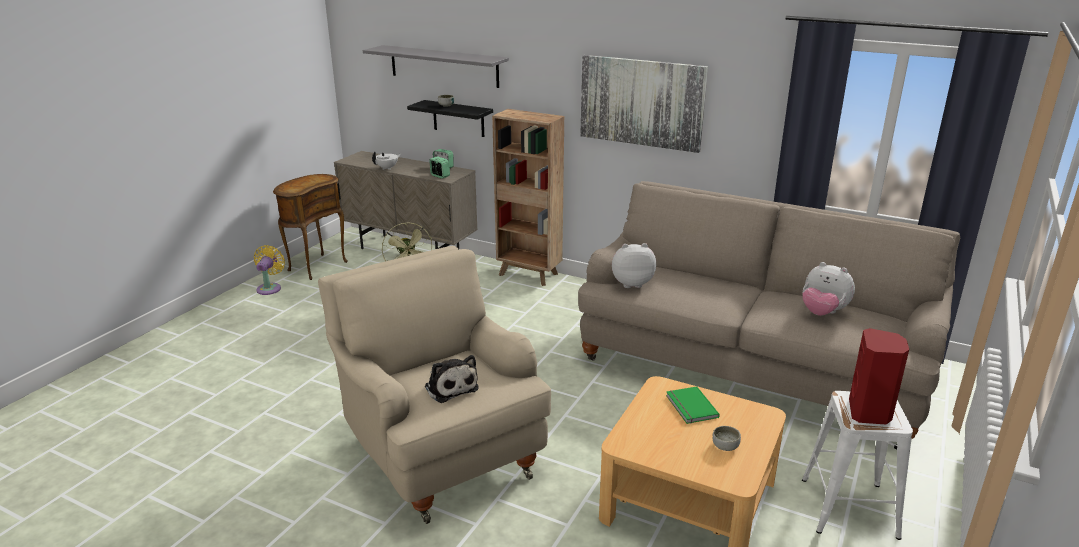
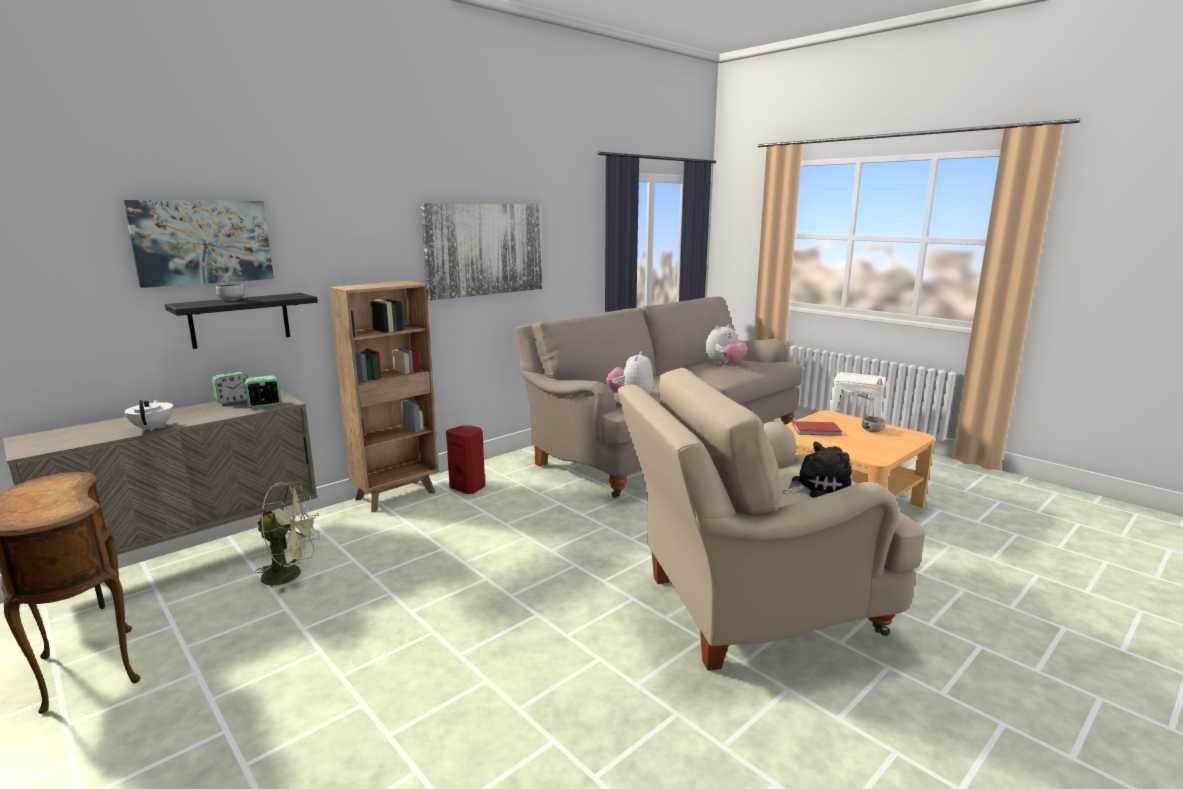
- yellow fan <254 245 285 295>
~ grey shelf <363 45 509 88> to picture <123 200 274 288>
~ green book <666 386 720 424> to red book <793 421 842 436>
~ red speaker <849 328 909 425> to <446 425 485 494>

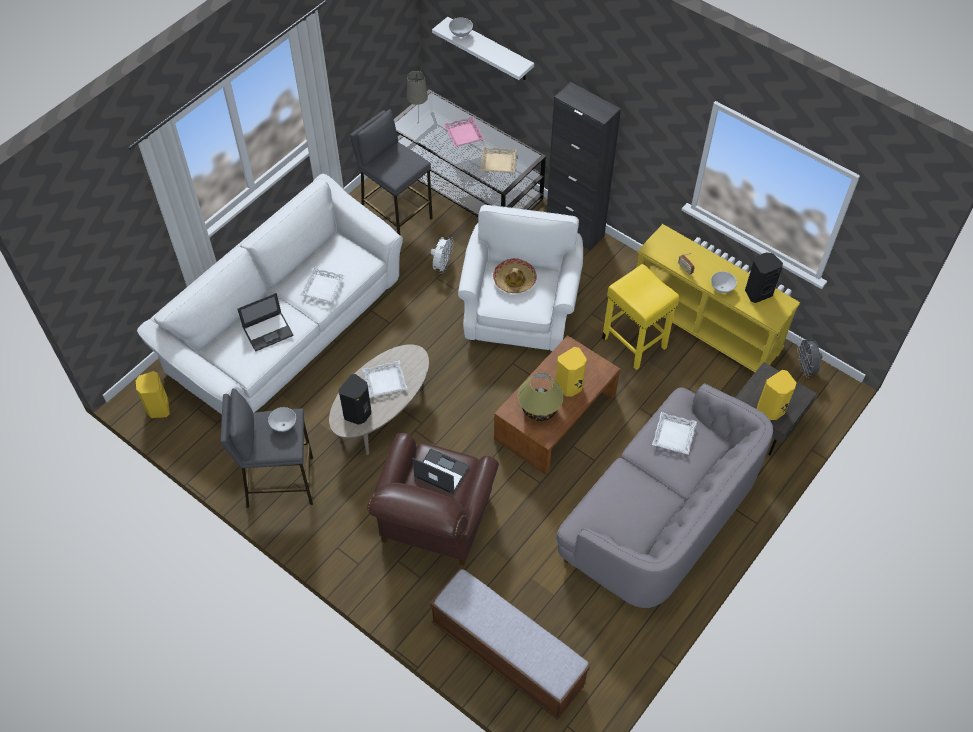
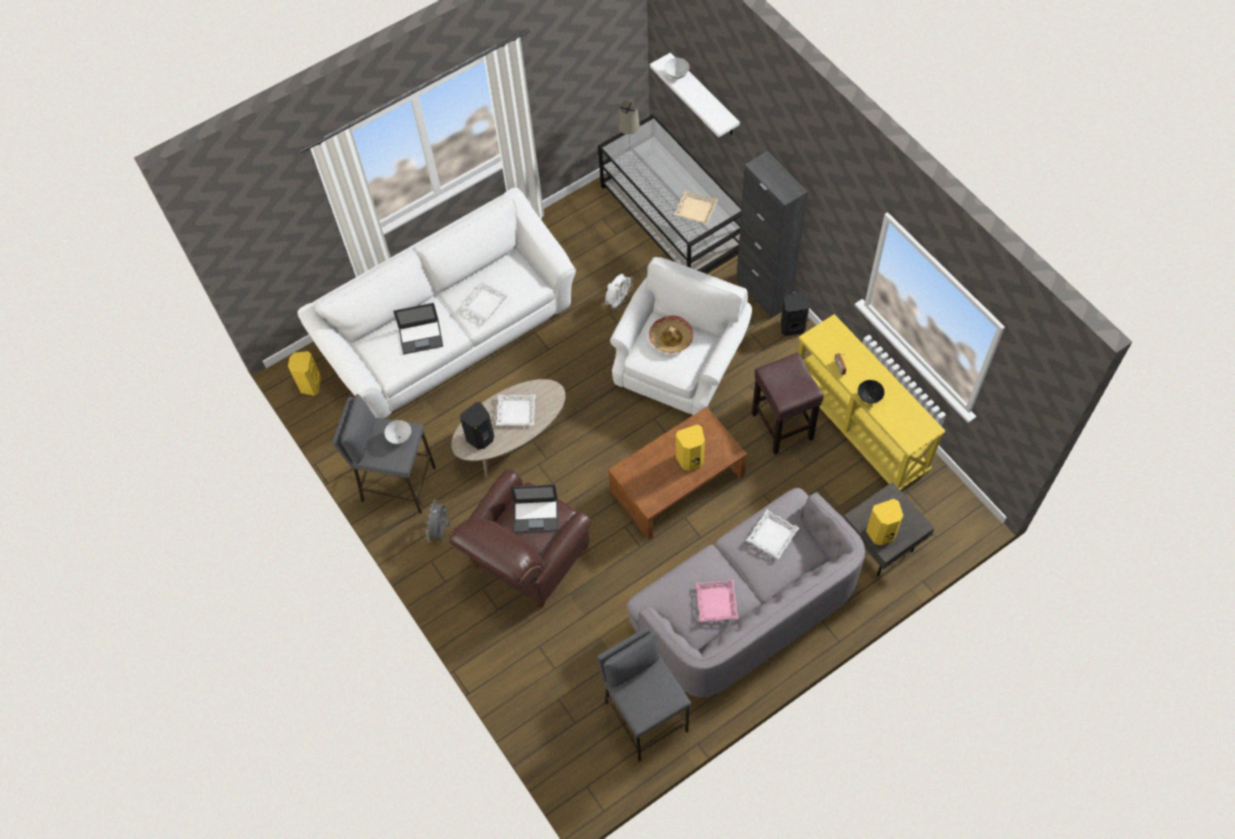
~ grey stool <350 109 433 236> to <597 627 691 762>
~ laptop <412 448 470 494> = <511 485 558 533> 135 degrees clockwise
- bench <430 569 590 720>
~ pink tray <444 117 484 147> to <695 580 738 622>
- table lamp <518 373 564 421>
~ yellow stool <602 264 680 370> to brown stool <752 353 824 455>
~ white bowl <711 271 737 293> to black bowl <858 380 885 404>
~ black speaker <745 252 783 303> to <781 292 809 336>
~ grey fan <797 337 822 378> to <426 500 451 542>

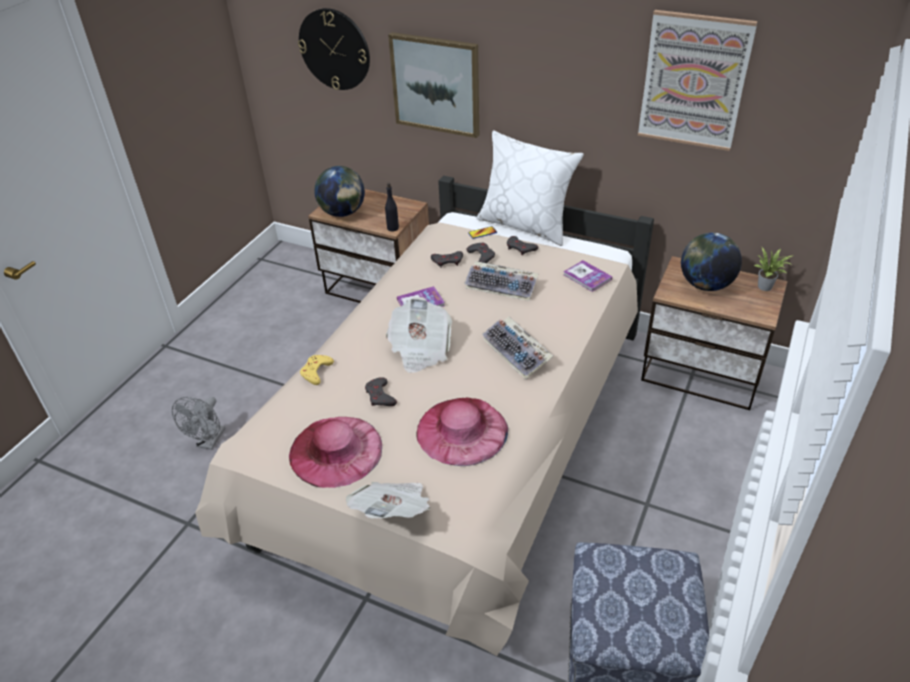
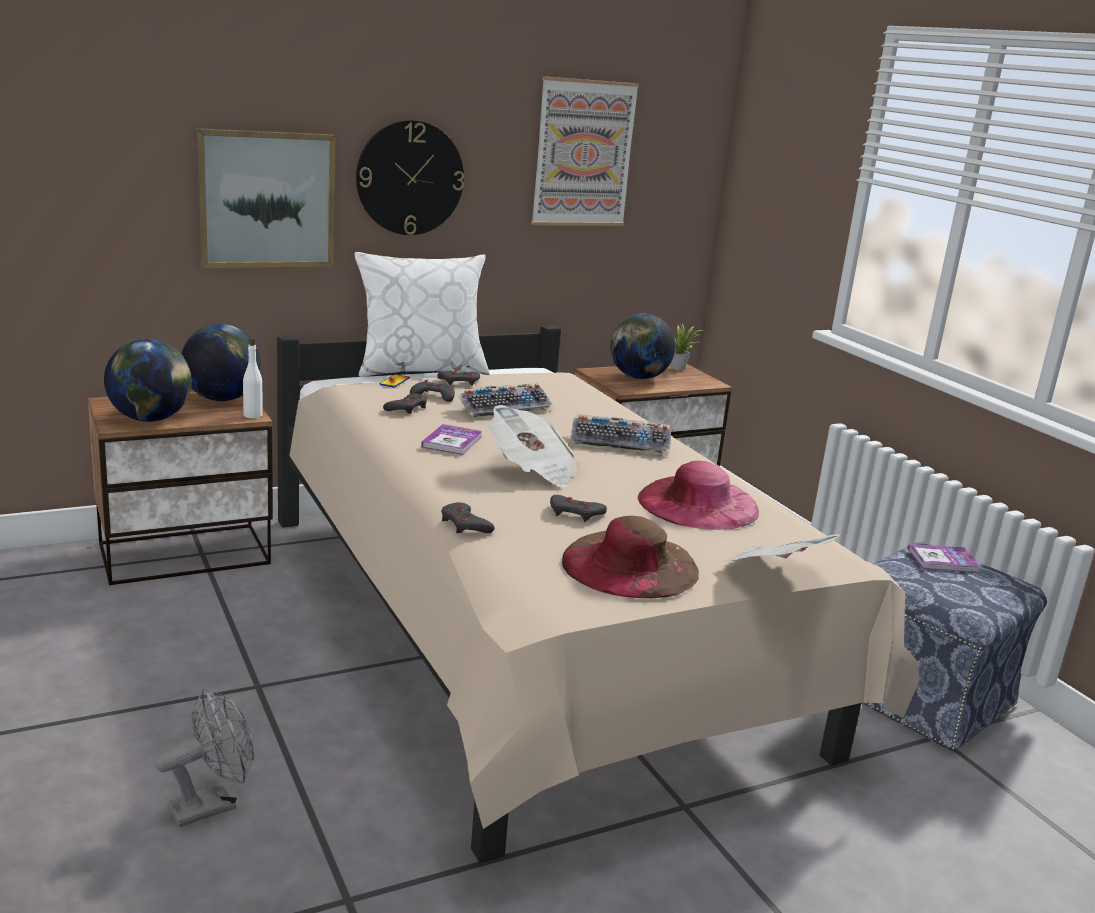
~ grey fan <172 397 226 450> = <155 688 254 827> 90 degrees counterclockwise
~ pink hat <289 417 382 488> to brown hat <562 516 699 598>
~ wall clock <298 8 370 90> to <356 120 464 235>
~ yellow game controller <300 355 334 385> to grey game controller <441 502 495 533>
~ black bottle <385 182 399 231> to white bottle <243 338 263 418>
~ book <563 260 612 292> to <907 544 982 572>
+ globe <182 324 261 401>

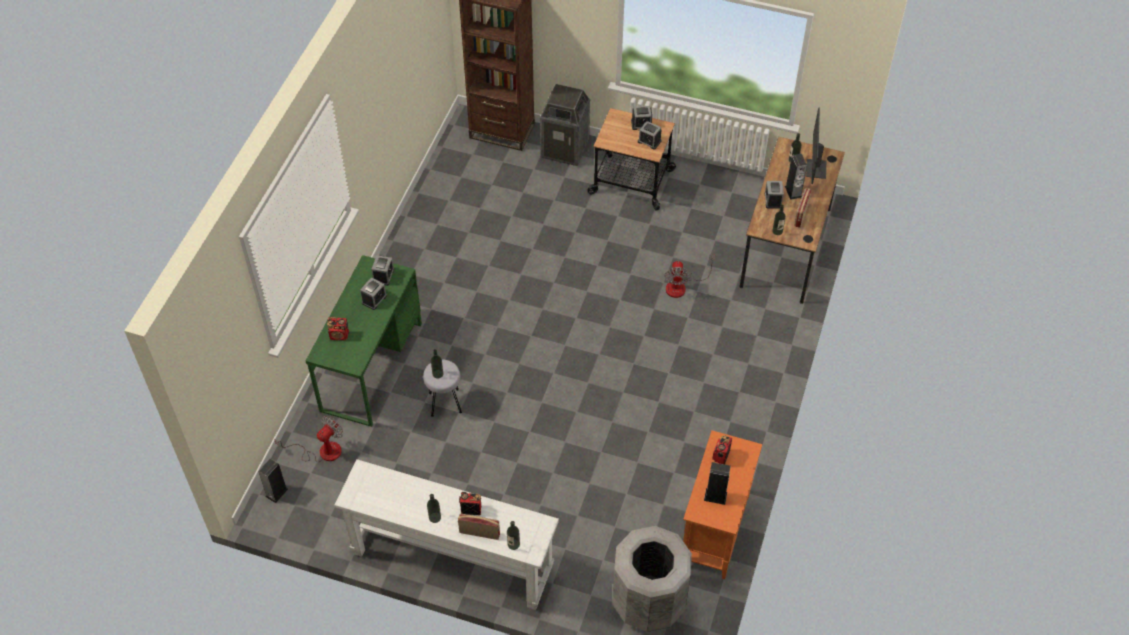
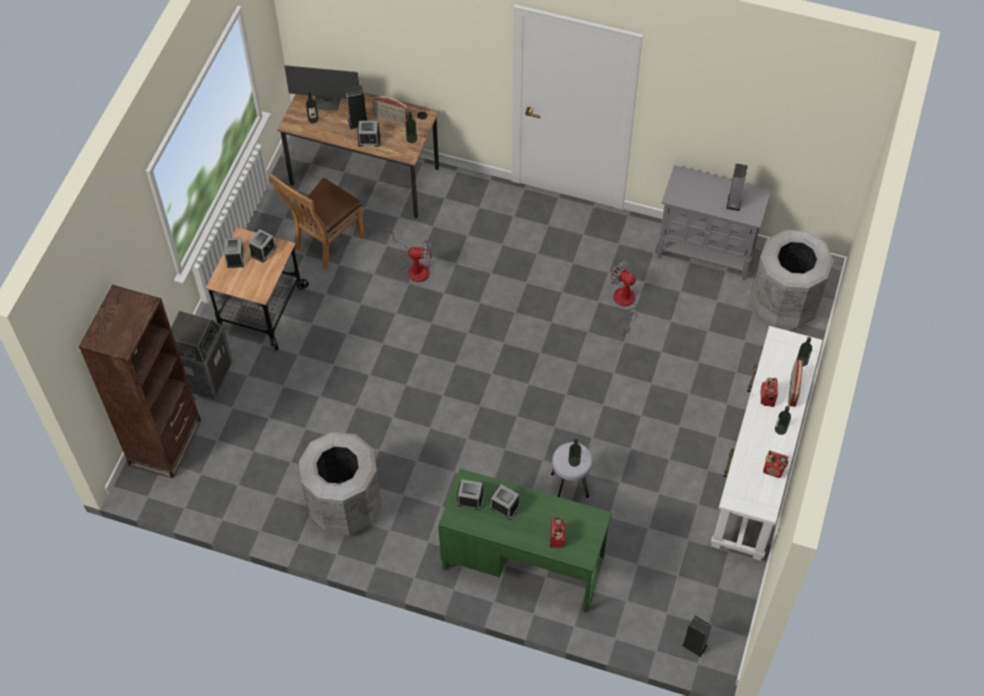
~ fan <274 416 343 463> to <610 261 638 336>
~ orange cabinet <683 431 762 579> to grey cabinet <657 165 771 281>
~ radio <712 435 732 464> to <763 450 788 478>
+ brown chair <268 173 365 269>
+ grey trash can <299 432 382 535>

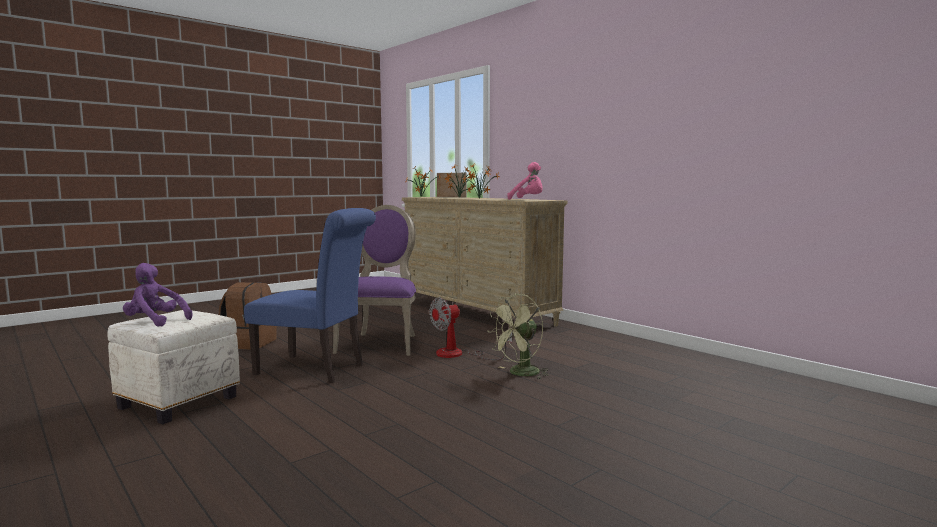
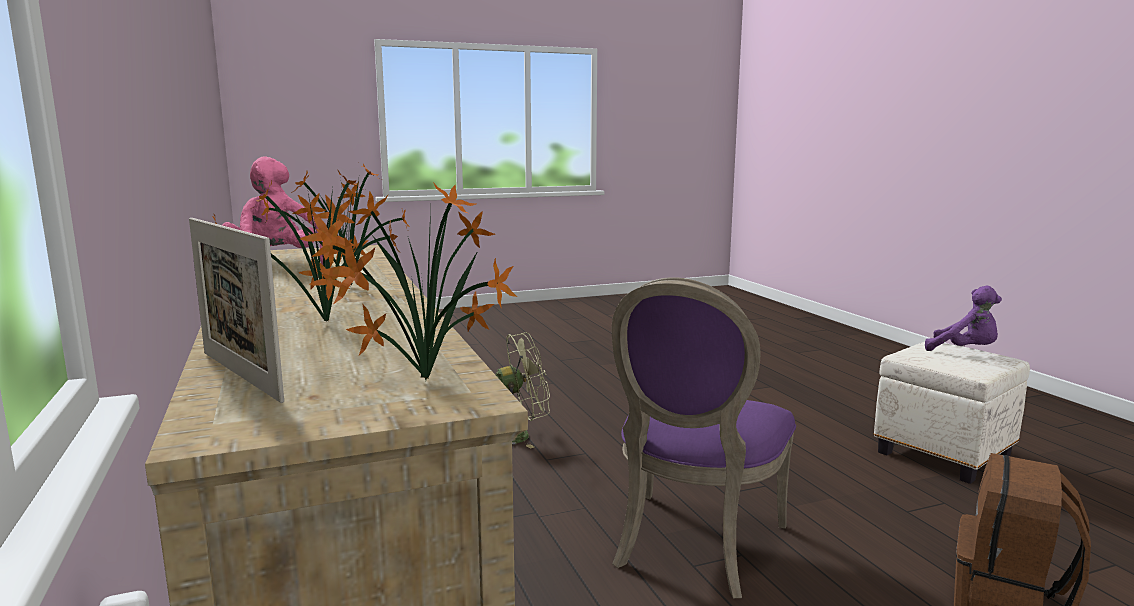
- blue chair <244 208 376 383>
- fan <429 297 512 360>

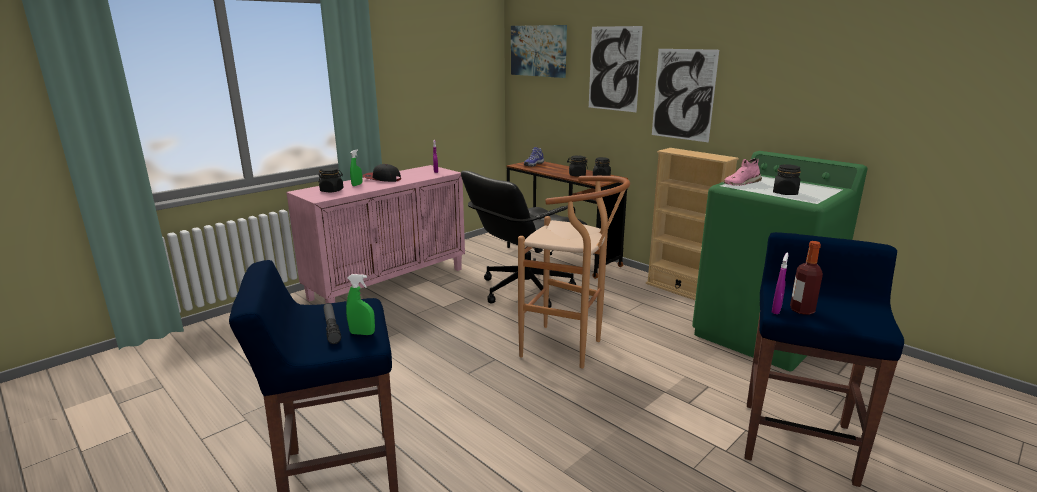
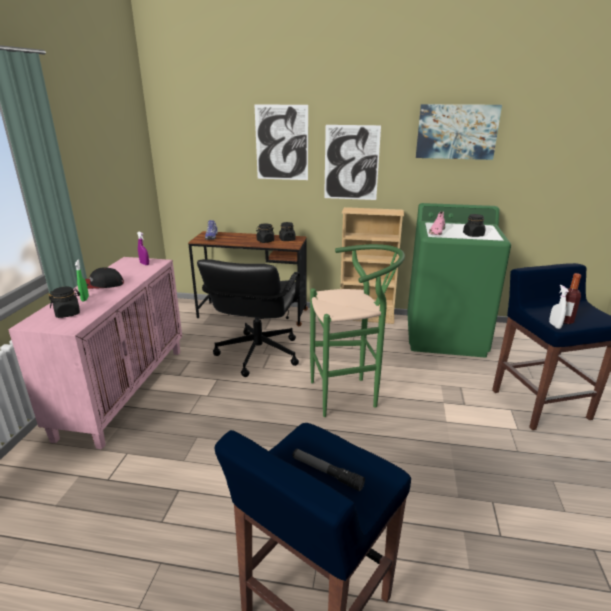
- green spray bottle <346 274 375 335>
~ picture <511 25 567 78> to <416 104 502 160>
~ brown stool <518 176 630 368> to green stool <310 244 405 417>
~ purple spray bottle <772 253 789 314> to white spray bottle <549 285 569 329>

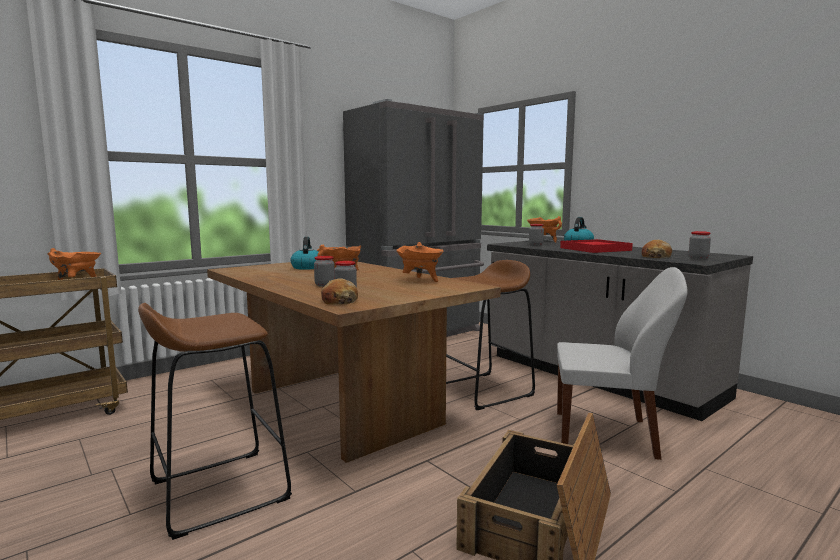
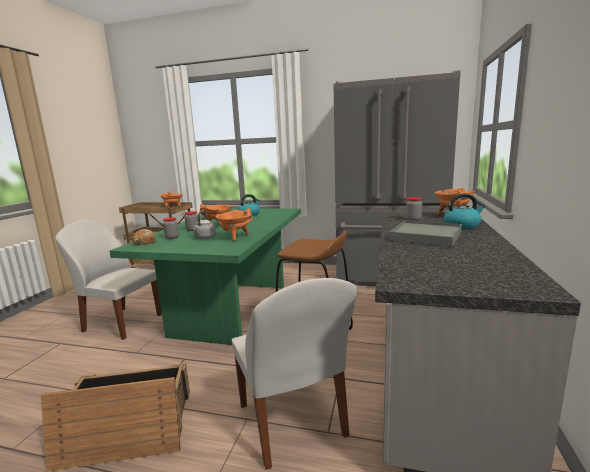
~ brown stool <138 303 292 540> to white chair <55 220 162 340>
~ brown dining table <207 262 501 463> to green dining table <109 208 301 345>
~ red tray <560 239 633 253> to grey tray <389 220 462 247>
- bread <642 240 672 258>
- jar <689 231 711 259>
+ grey kettle <193 211 216 239>

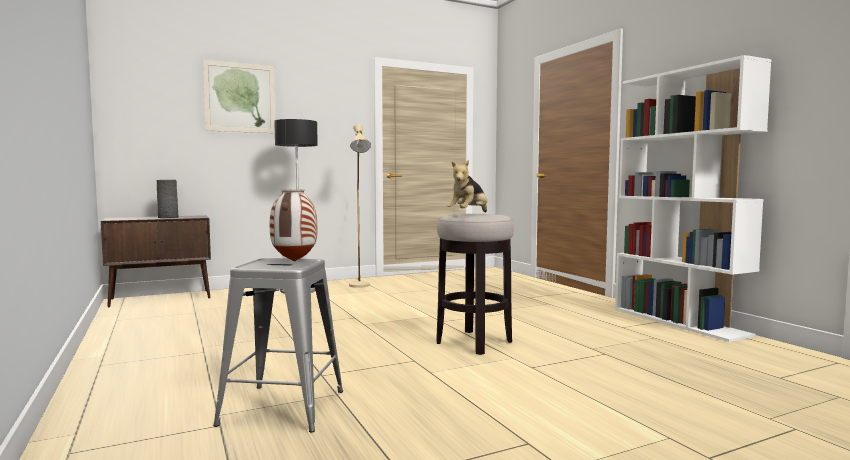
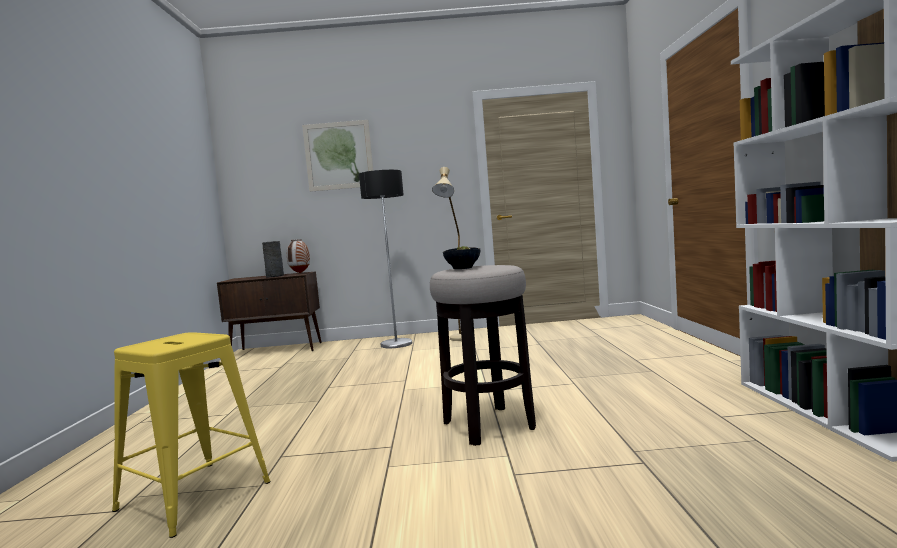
~ grey stool <213 258 343 433> to yellow stool <112 332 271 538>
~ vase <270 189 317 261> to <287 239 310 273>
~ plush toy <447 160 487 212> to bowl <443 246 480 269>

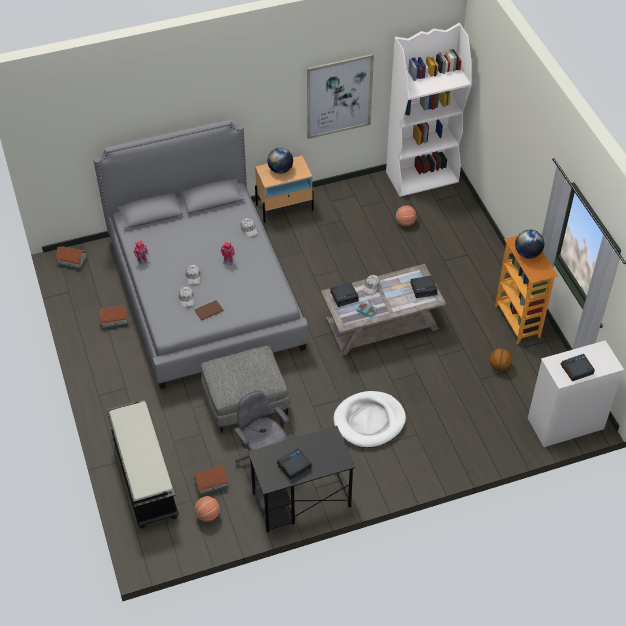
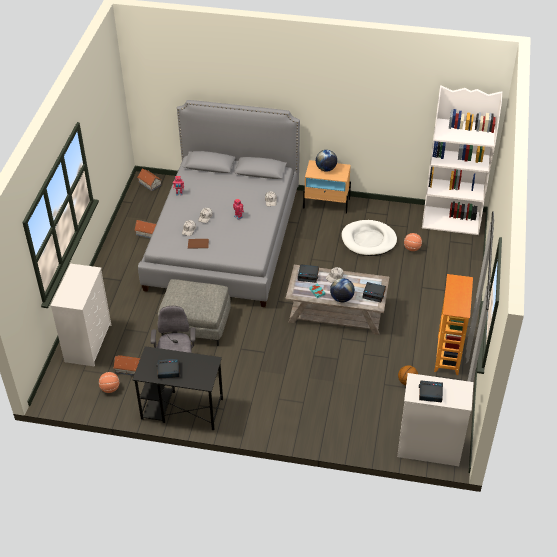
~ black bench <107 399 179 528> to white dresser <50 264 111 367>
- picture <307 54 374 139>
~ white dog bed <334 391 406 448> to <342 220 397 256>
~ globe <515 230 544 258> to <330 278 355 302>

